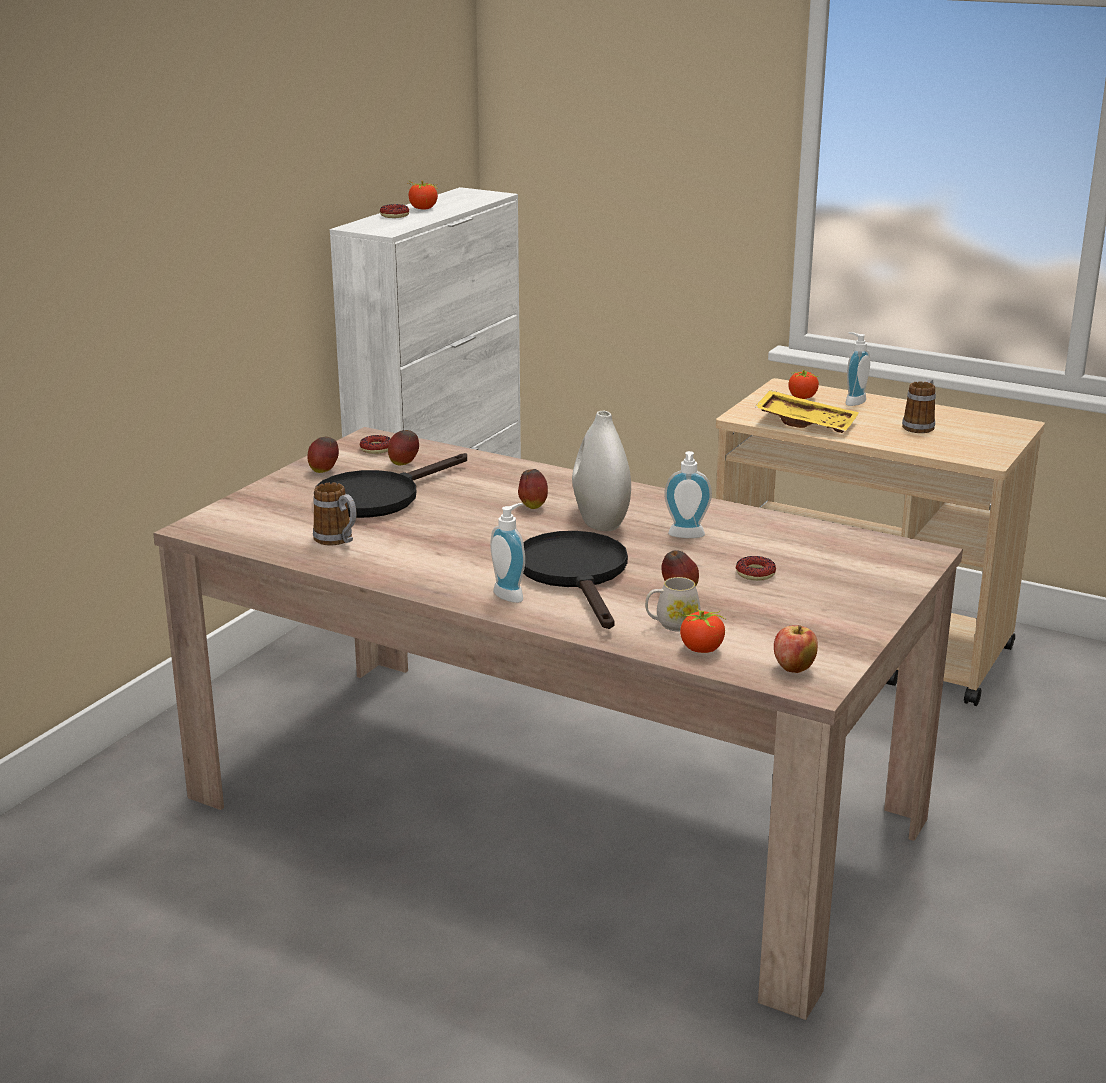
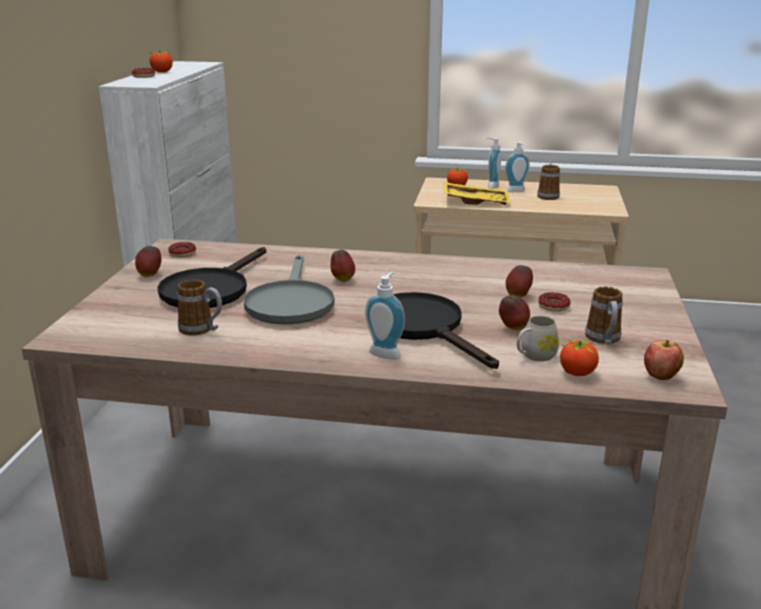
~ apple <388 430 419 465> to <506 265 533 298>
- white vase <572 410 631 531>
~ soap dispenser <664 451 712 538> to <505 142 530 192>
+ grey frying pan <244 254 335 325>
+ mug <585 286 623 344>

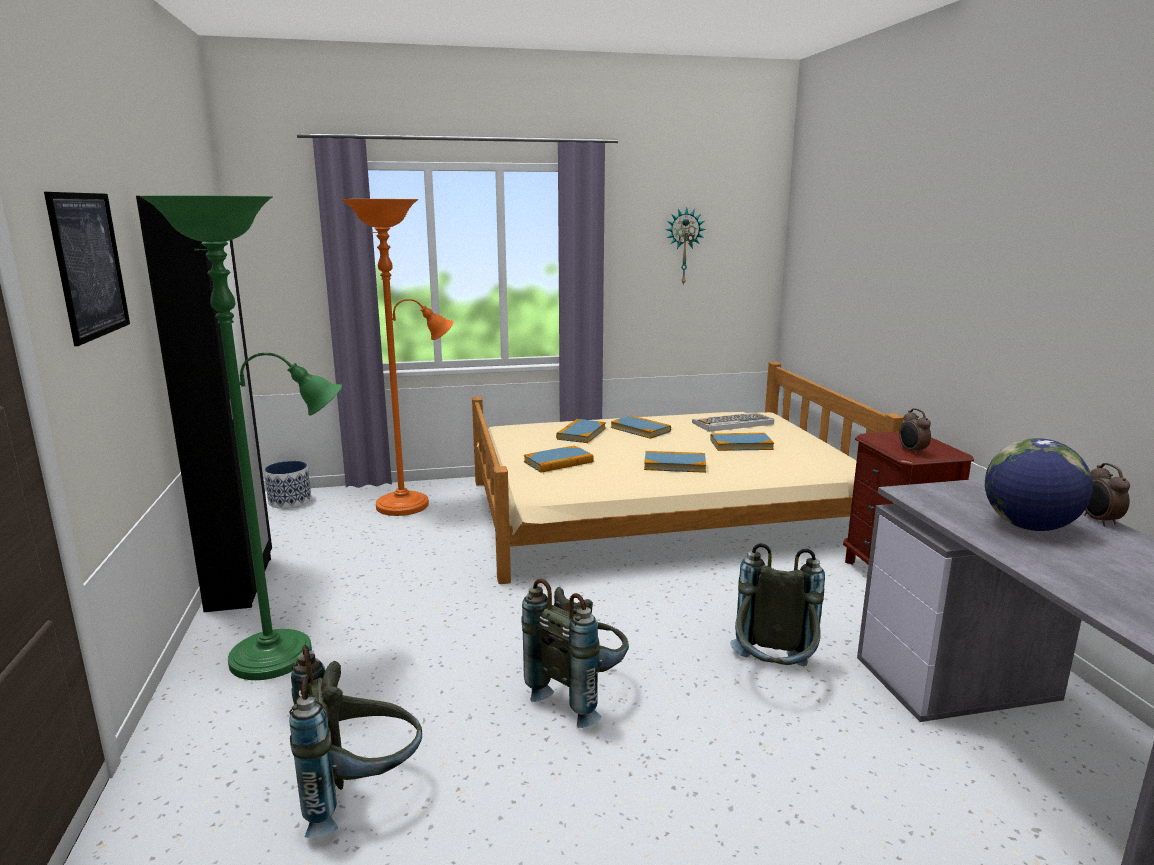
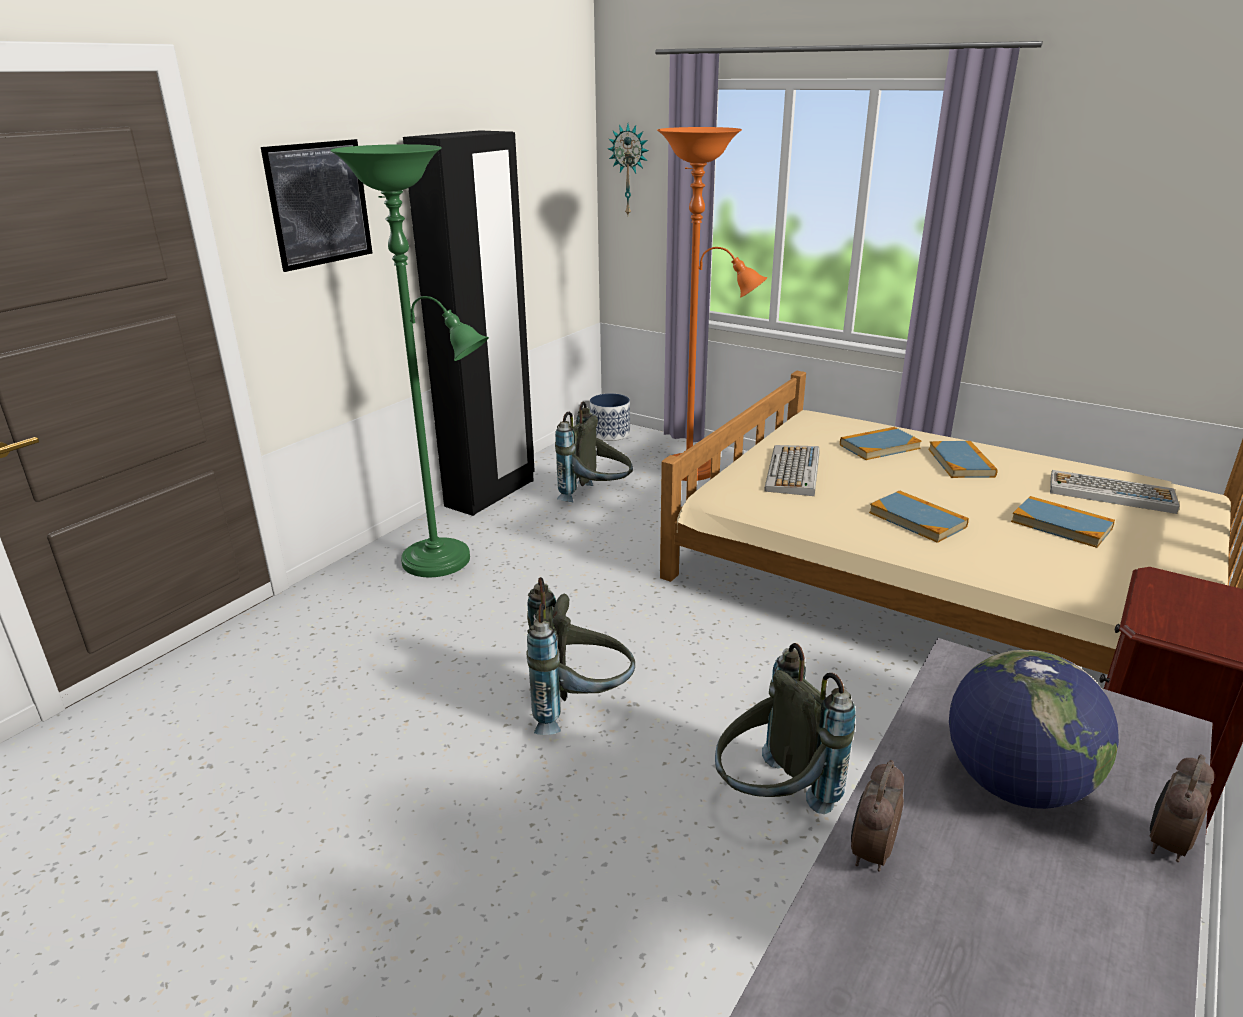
~ grey backpack <289 645 422 838> to <555 402 633 503>
~ book <524 446 594 473> to keyboard <764 445 820 496>
~ wall clock <666 208 706 286> to <608 124 649 215>
~ alarm clock <899 408 931 455> to <851 760 904 872>

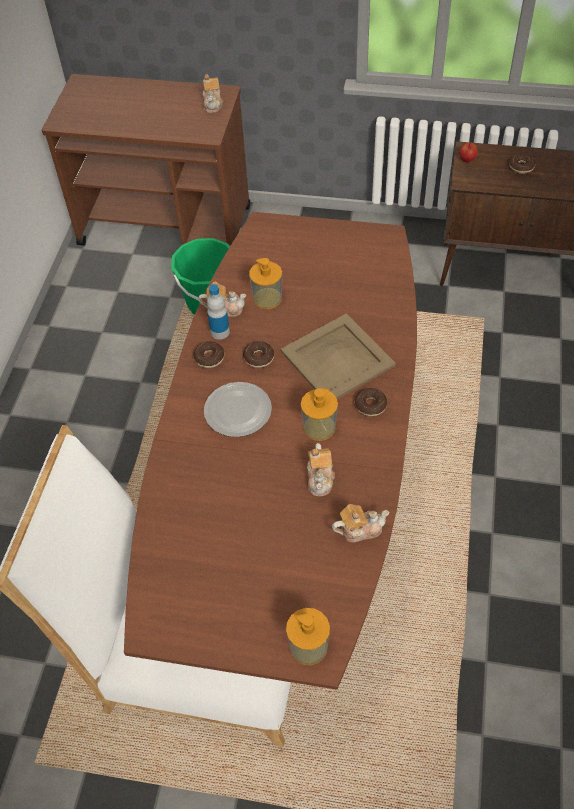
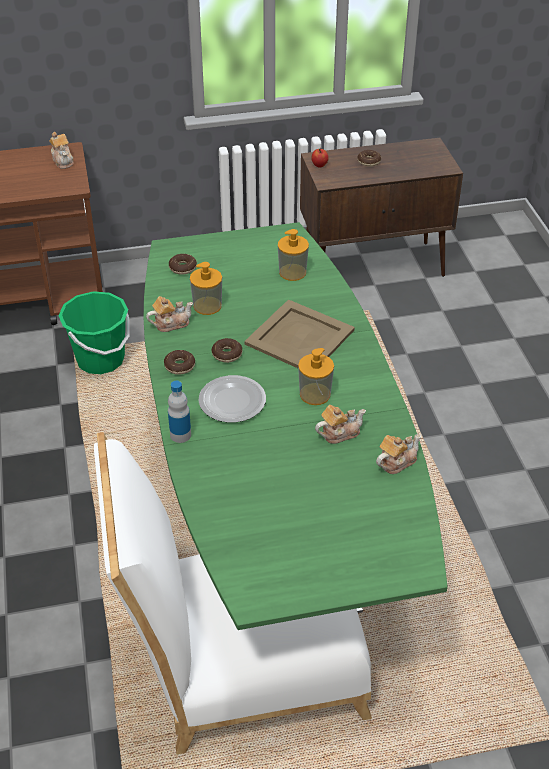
~ brown dining table <124 212 417 690> to green dining table <143 222 448 630>
~ bottle <207 284 230 340> to <168 381 191 443>
~ soap dispenser <286 608 330 665> to <278 229 309 281>
~ teapot <307 443 335 496> = <315 405 366 444> 90 degrees counterclockwise
~ donut <355 388 387 416> to <169 254 197 275>

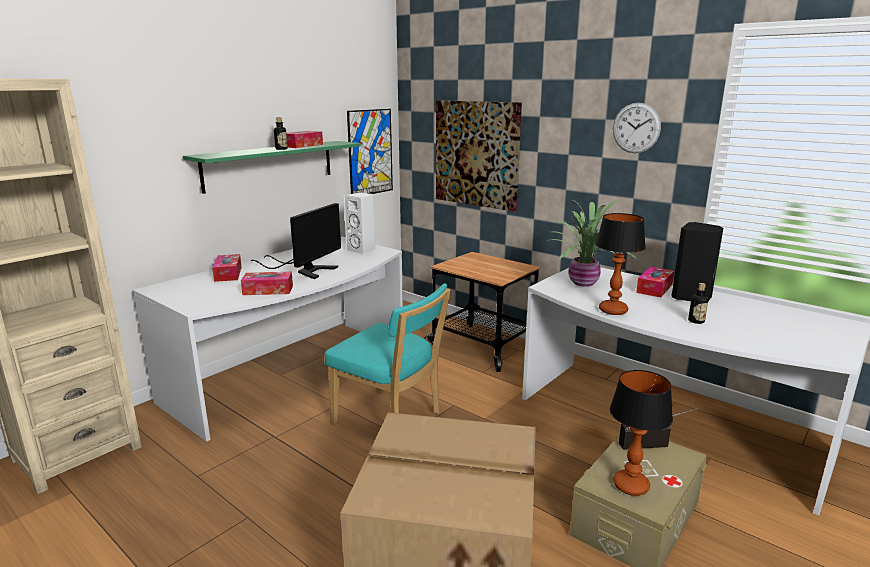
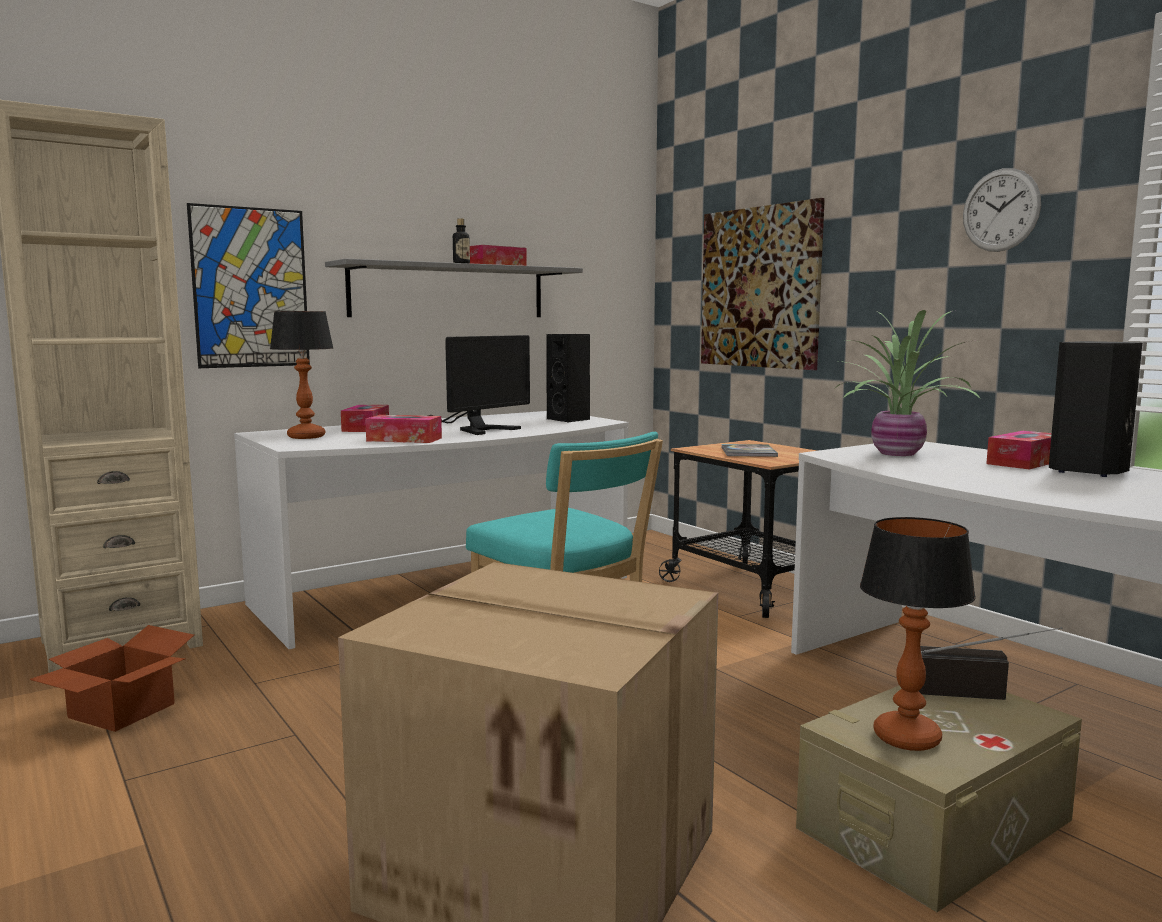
~ green shelf <183 141 361 194> to grey shelf <325 259 583 317>
~ white speaker <344 192 375 255> to black speaker <546 334 590 423>
~ picture <347 109 393 194> to <187 203 310 368>
~ table lamp <596 213 646 315> to <270 311 333 439>
- bottle <688 283 708 324>
+ cardboard box <29 625 194 732>
+ book <721 444 778 457>

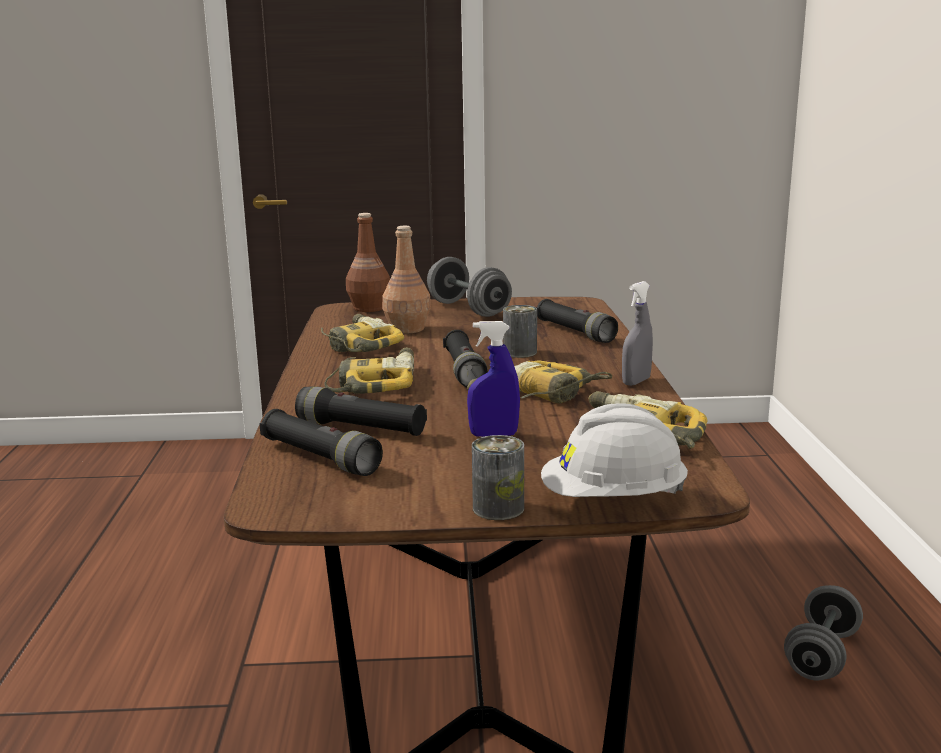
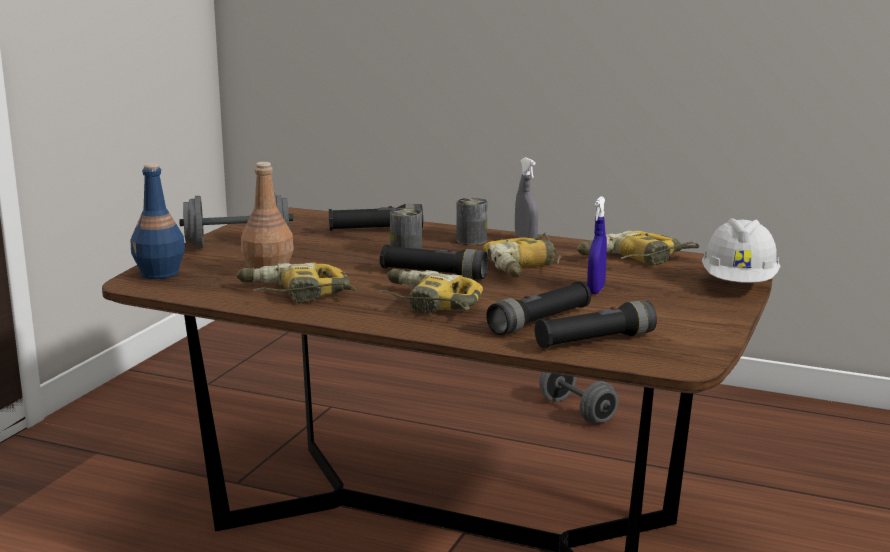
~ brown bottle <346 213 390 312> to blue bottle <130 163 185 279>
~ can <472 435 524 520> to <456 197 487 245>

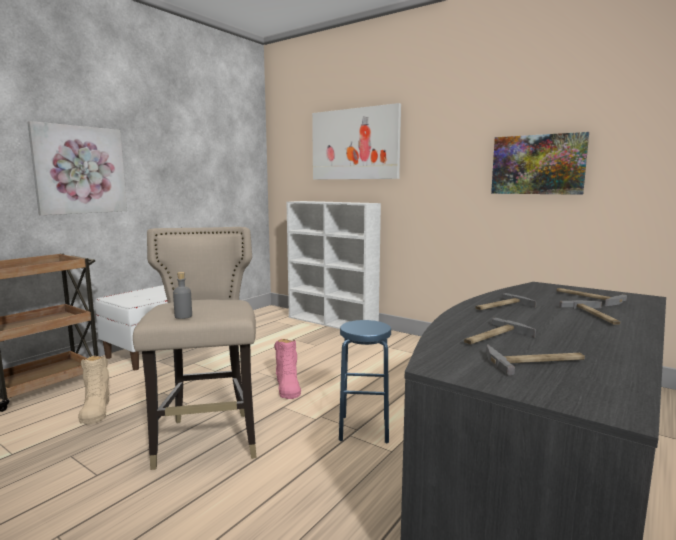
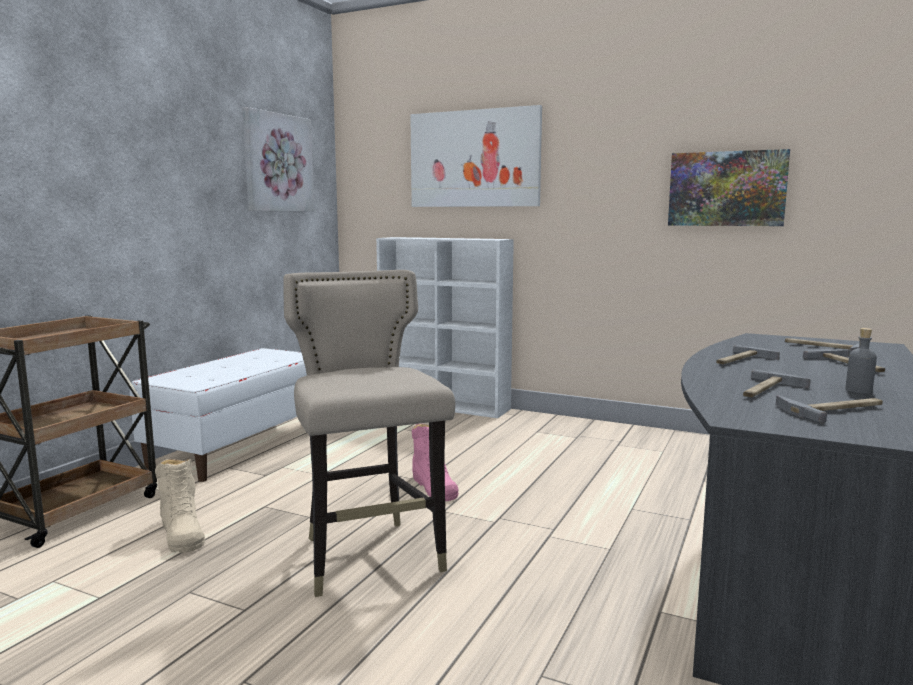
~ picture <28 121 127 215> to <243 107 314 211>
~ grey bottle <173 272 192 319> to <846 328 877 394>
- blue stool <339 320 391 443>

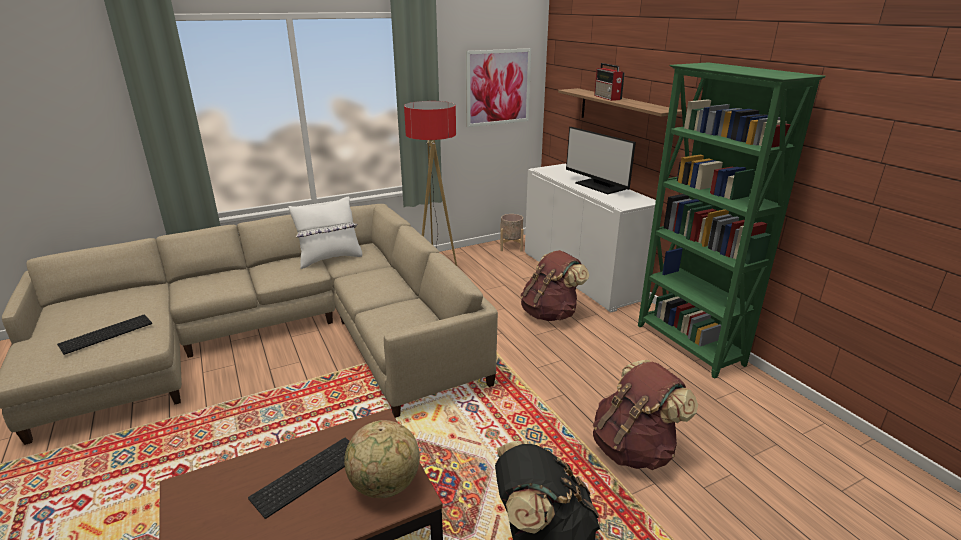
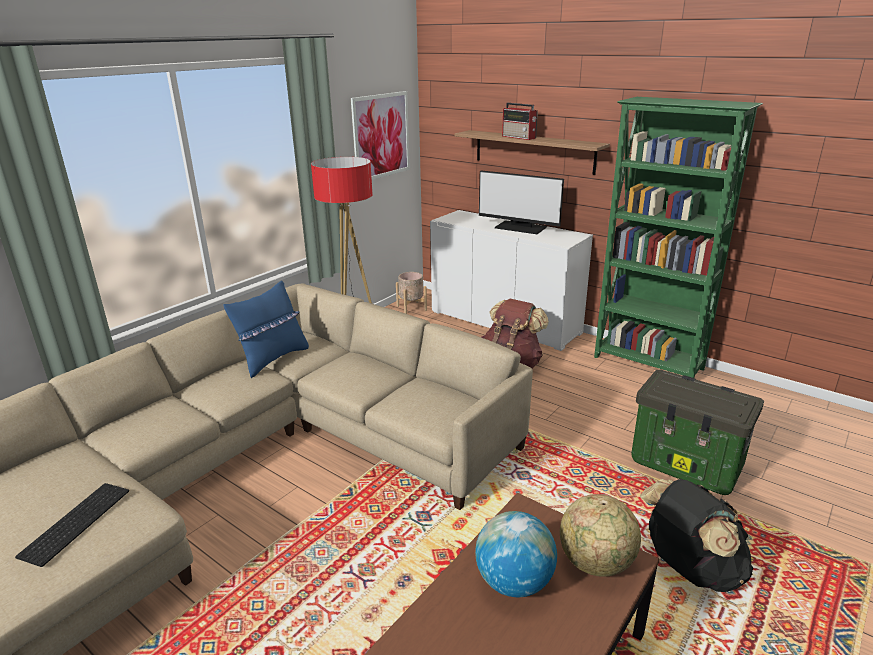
~ keyboard <248 438 350 519> to globe <475 511 557 597>
~ white pillow <288 197 362 269> to blue pillow <223 281 309 378>
~ brown backpack <593 360 698 470> to storage box <631 370 764 495>

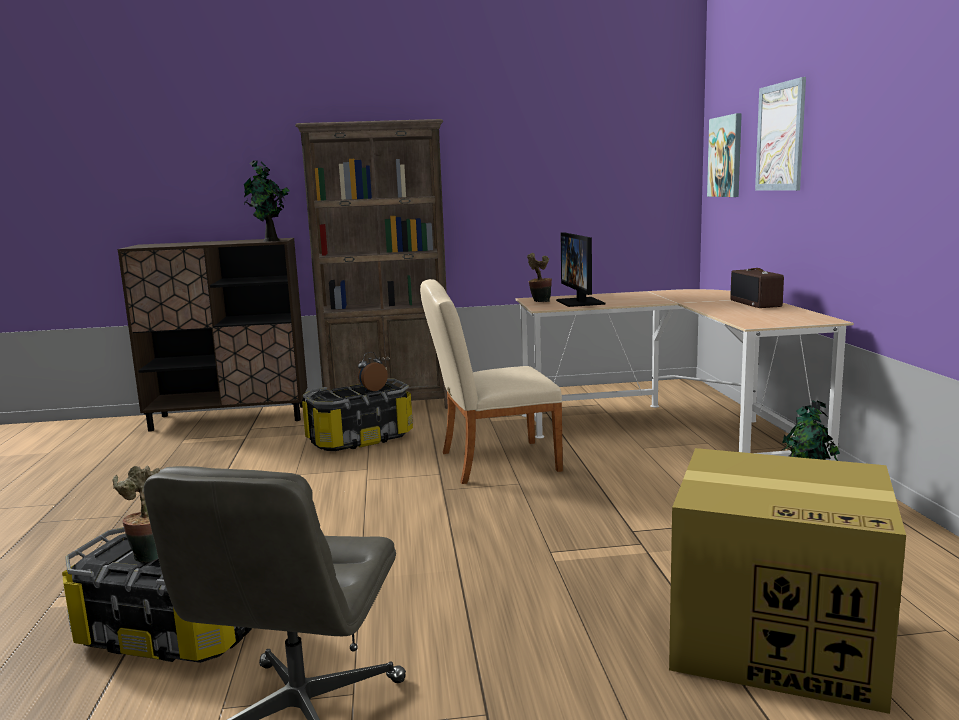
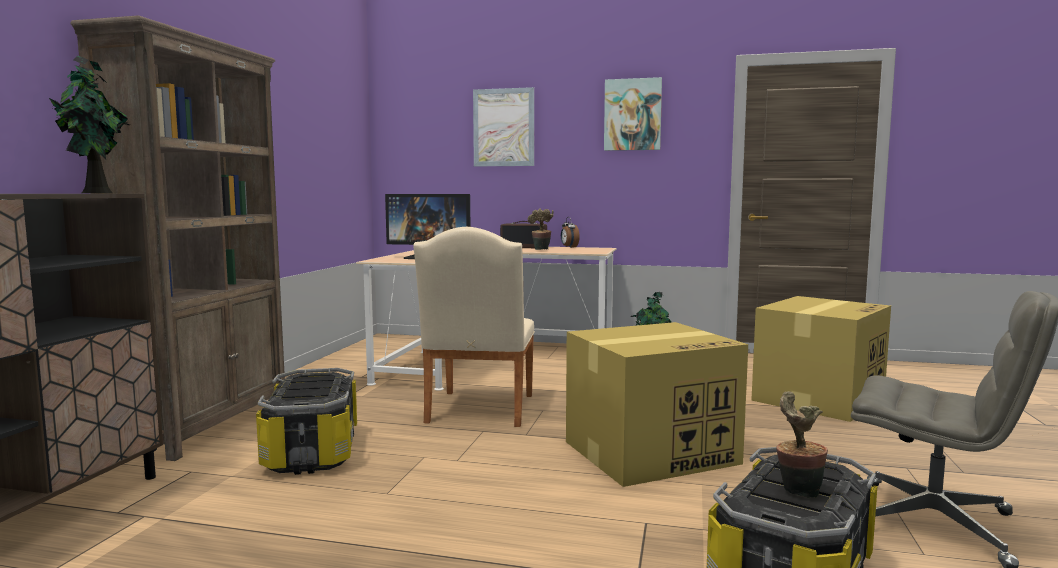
~ alarm clock <358 352 388 391> to <561 217 580 247>
~ potted plant <527 253 552 302> to <528 208 554 250>
~ picture <707 113 742 197> to <604 77 662 151>
+ cardboard box <566 322 748 487>

